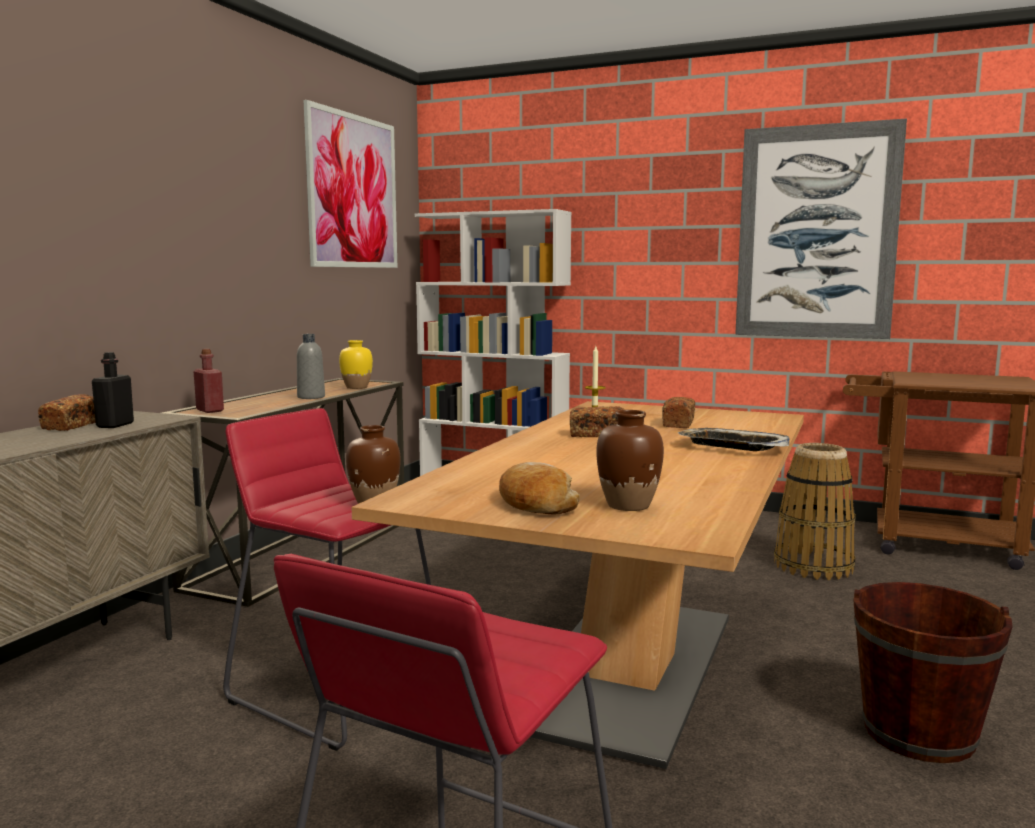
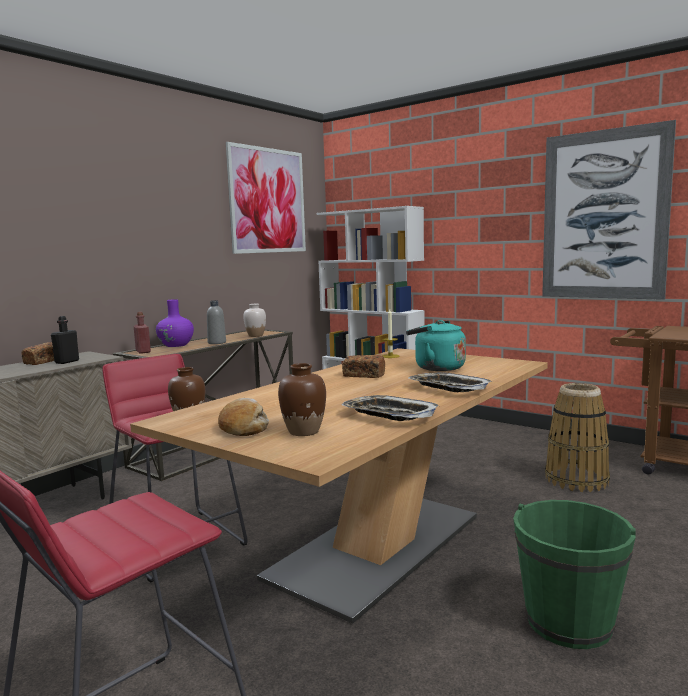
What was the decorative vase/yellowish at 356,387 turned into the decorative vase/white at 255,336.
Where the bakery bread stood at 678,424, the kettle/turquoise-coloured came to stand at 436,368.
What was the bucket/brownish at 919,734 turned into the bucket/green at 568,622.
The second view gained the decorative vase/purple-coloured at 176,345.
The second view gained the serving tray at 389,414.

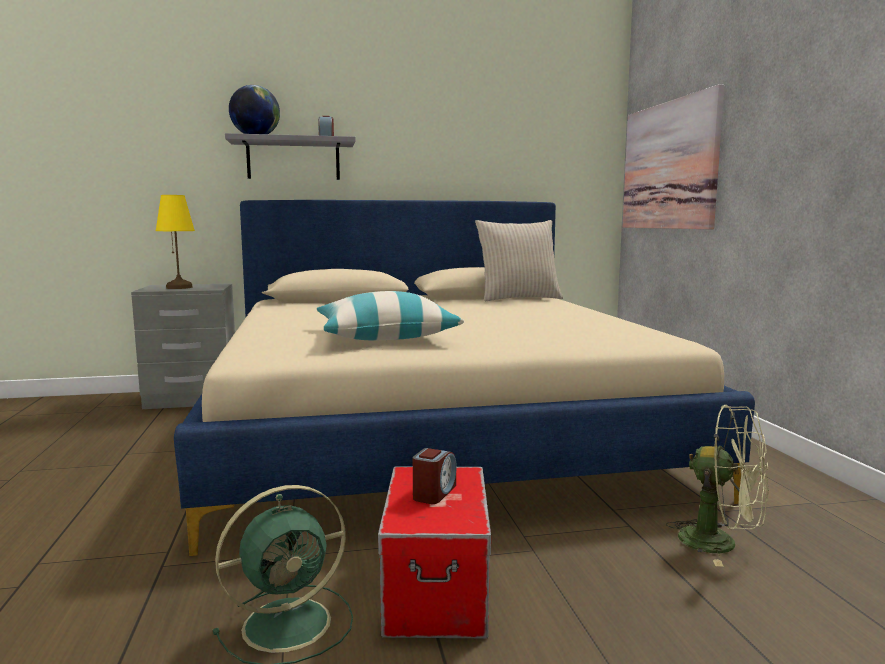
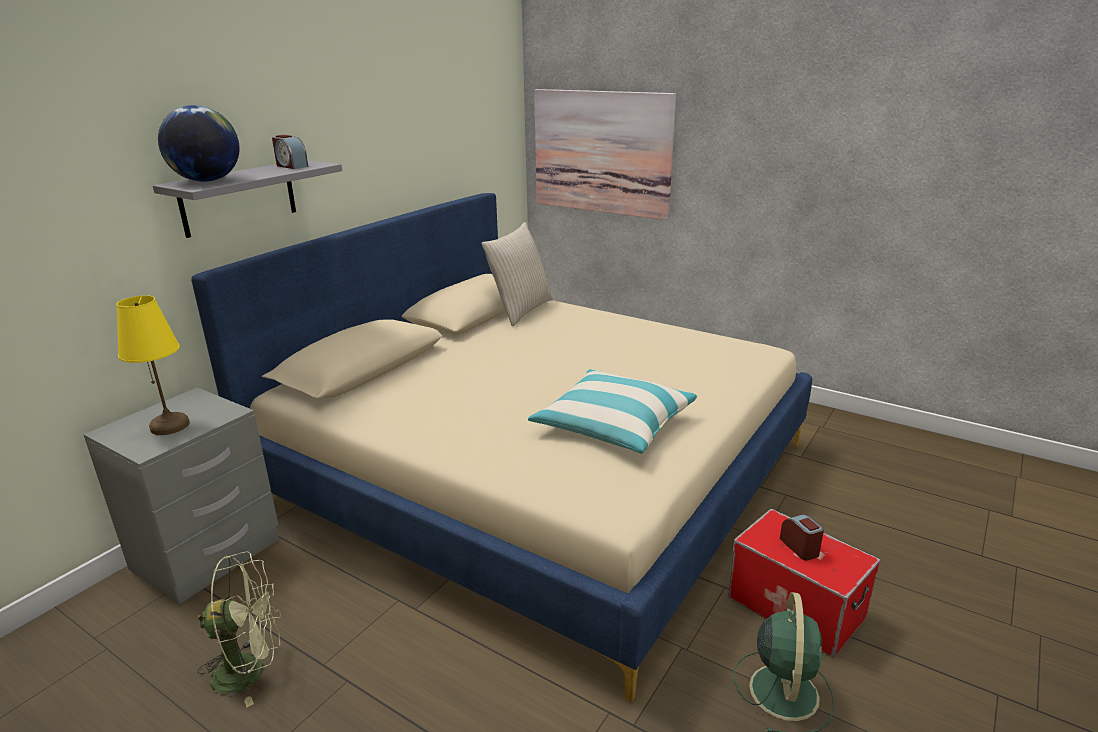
The fan/green ended up elsewhere, having gone from 720,543 to 250,670.

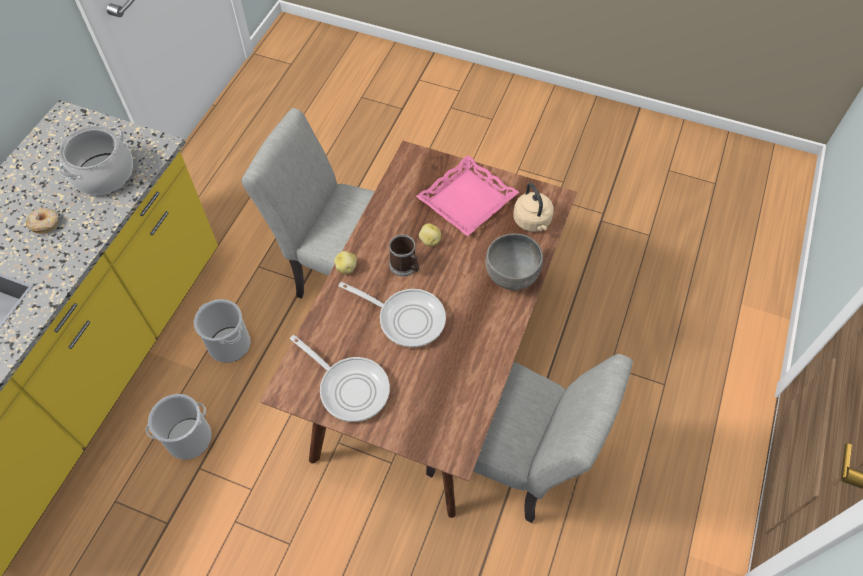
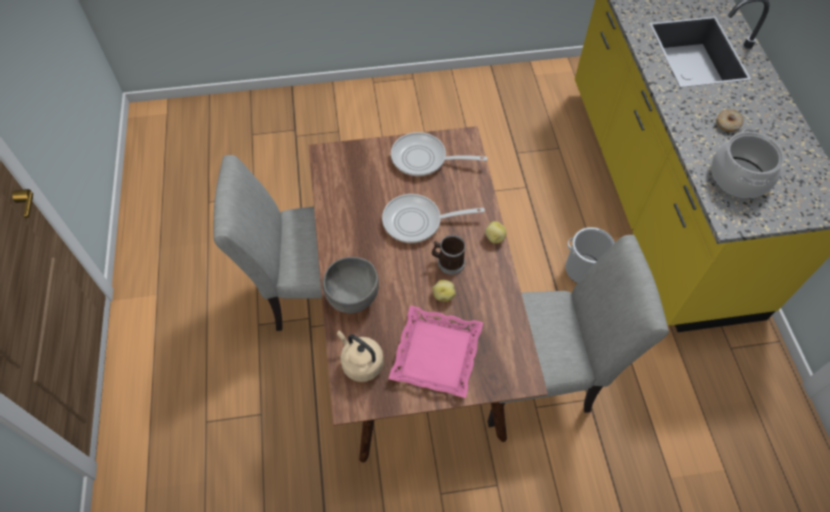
The second view lost the bucket at 189,438.

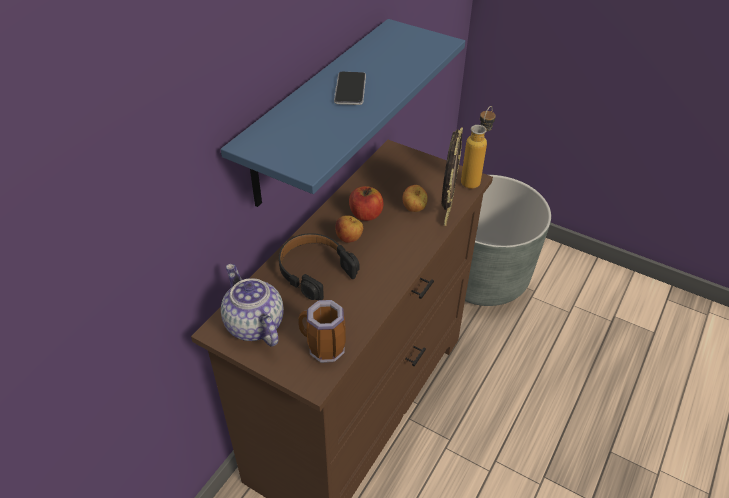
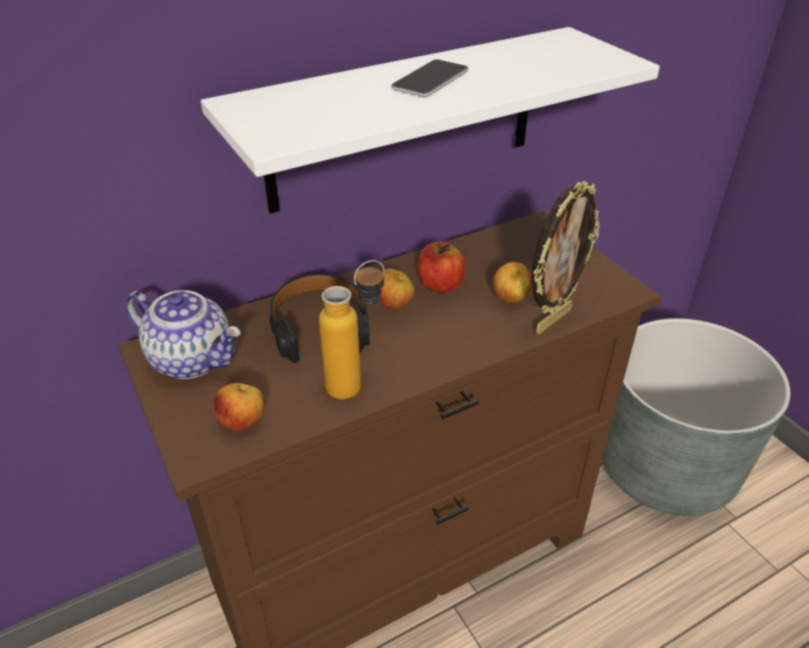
What was the shelf/bluish at 316,113 turned into the shelf/white at 404,120.
The bottle ended up elsewhere, having gone from 474,179 to 357,383.
The tea pot at 253,325 ended up facing another way, 120 degrees clockwise from before.
Where the coffee mug stood at 322,349, the apple fruit came to stand at 243,422.

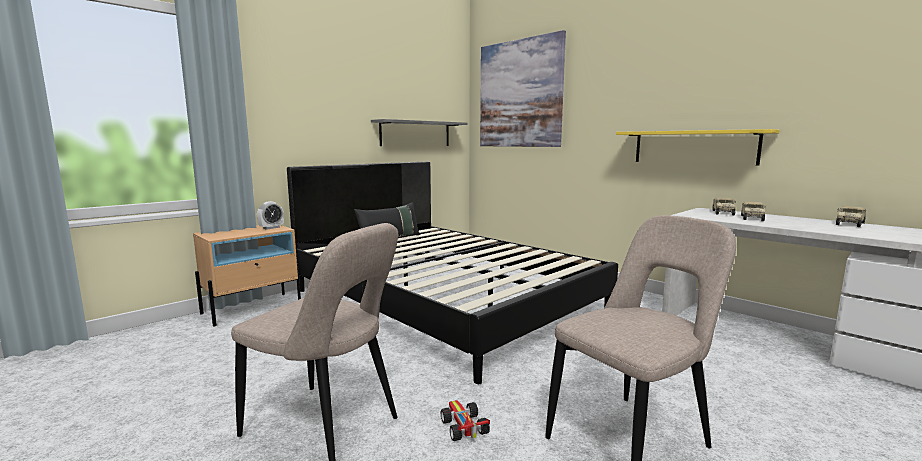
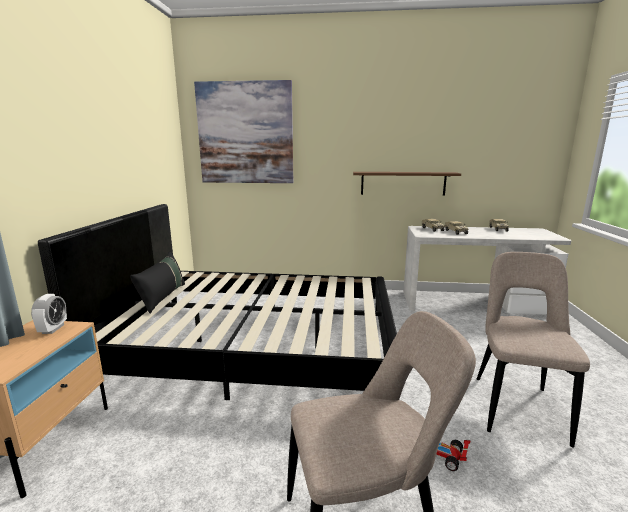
The second view lost the shelf/gray at 415,133.
What was the shelf/yellowish at 693,147 turned into the shelf/brownish at 403,183.

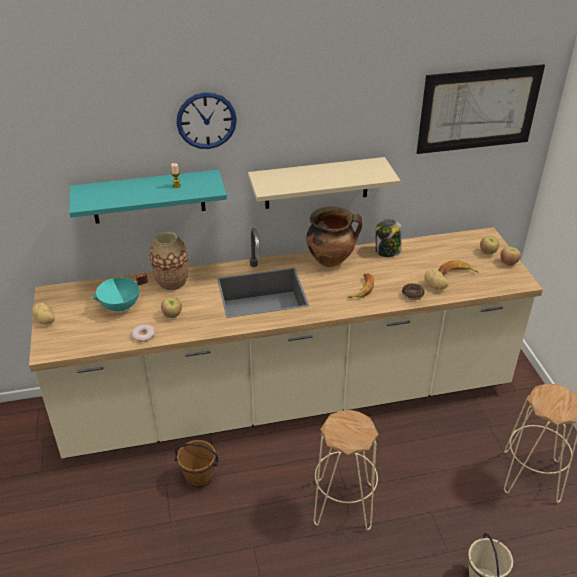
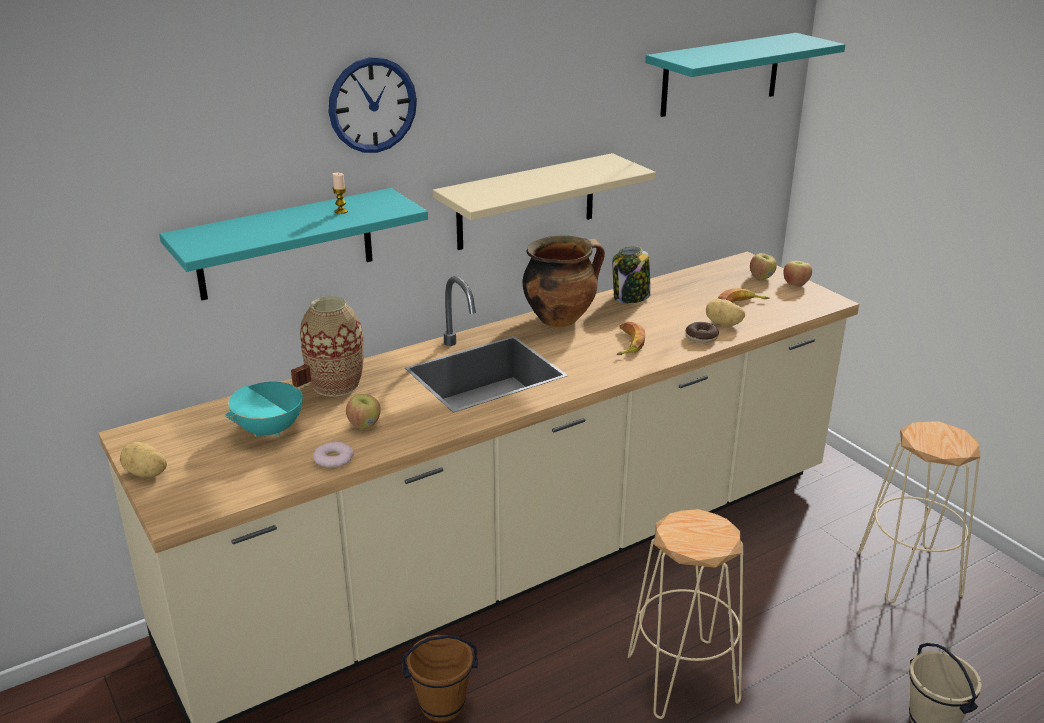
Where the wall art hung at 478,109, the shelf/turquoise-coloured came to hang at 721,74.

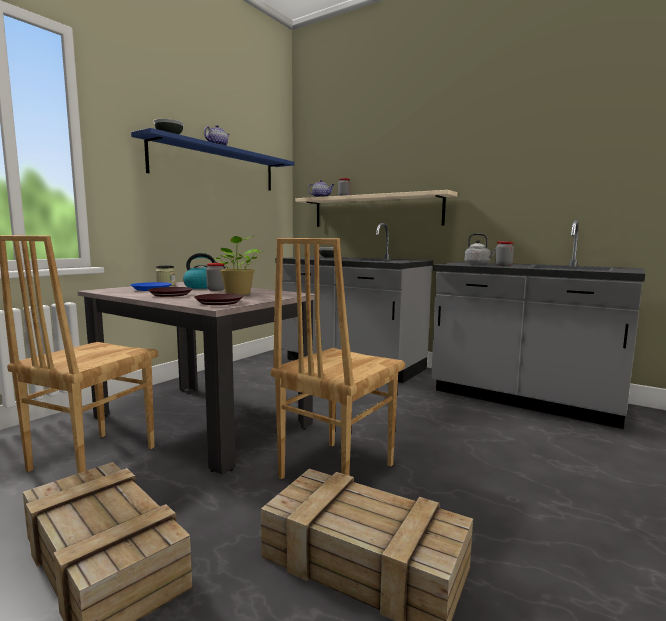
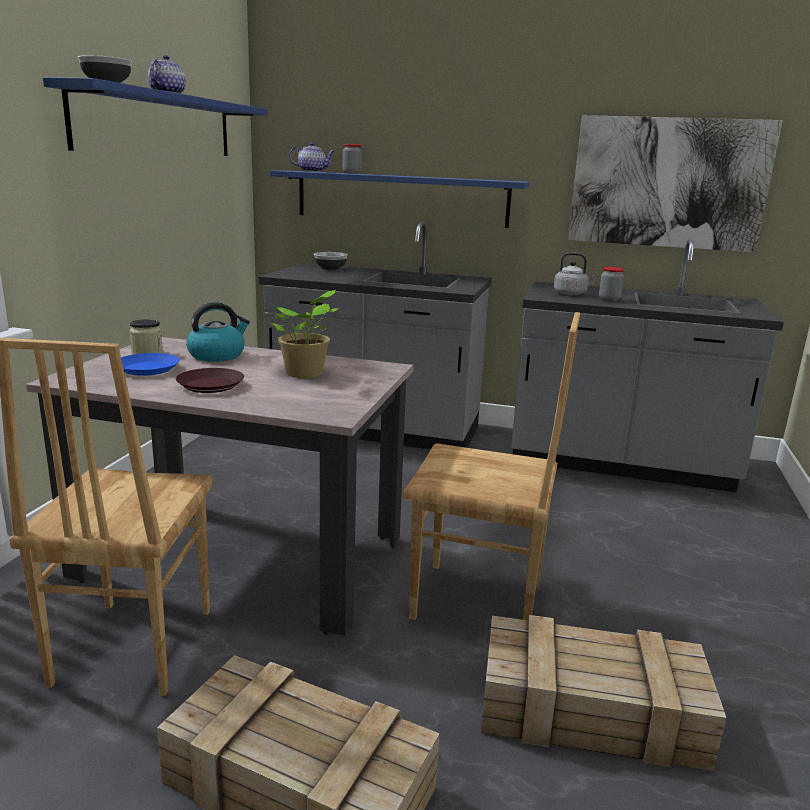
What was the shelf/beige-coloured at 375,211 turned into the shelf/bluish at 401,198.
The chair/brownish at 335,471 ended up facing another way, 90 degrees counterclockwise from before.
The second view lost the preserve jar at 216,290.
The second view lost the flat dish/brownish at 219,302.
The second view gained the wall art at 668,183.

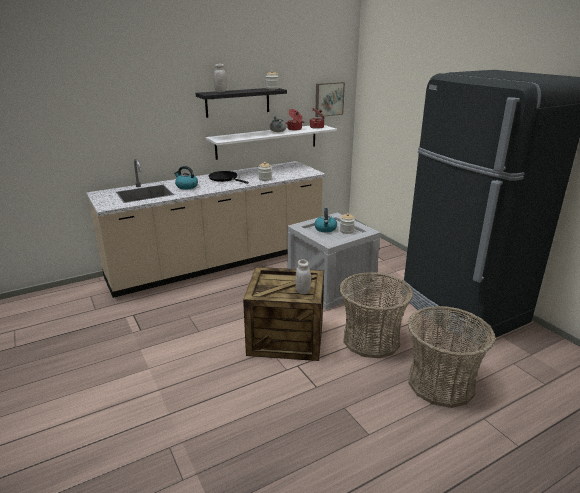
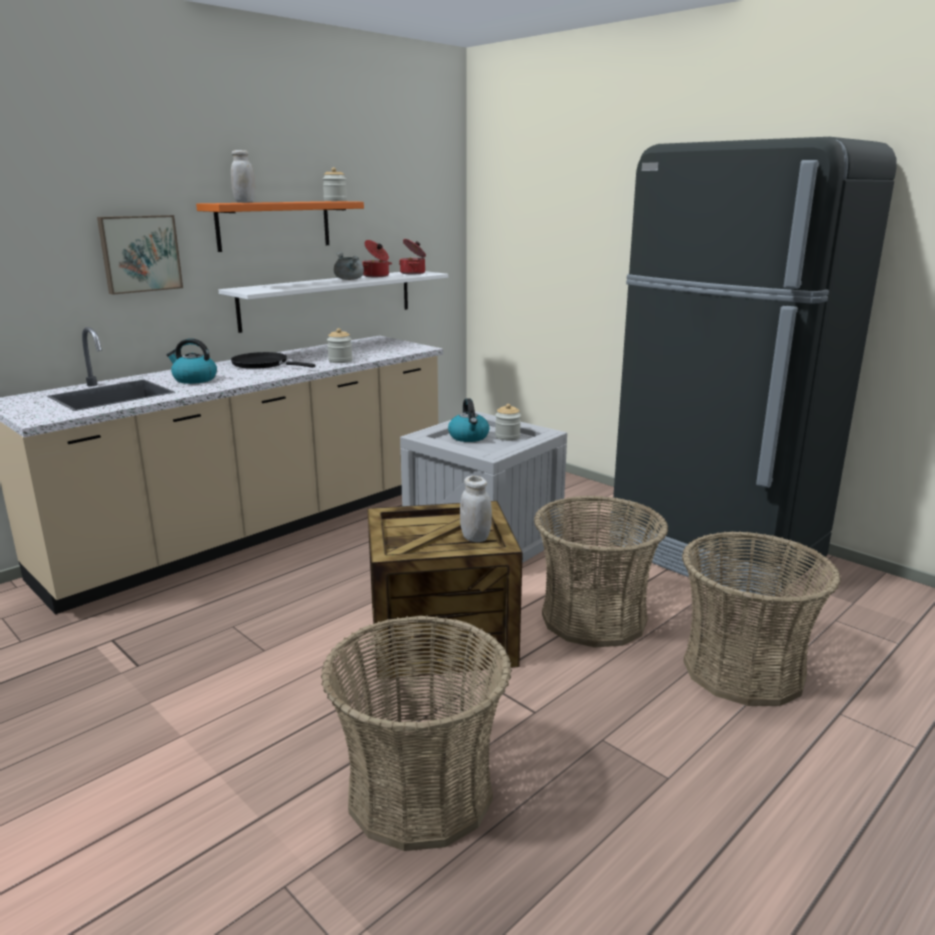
The wall art ended up elsewhere, having gone from 328,99 to 140,253.
What was the shelf/black at 237,102 turned into the shelf/orangey at 274,225.
The second view gained the household basket at 419,792.

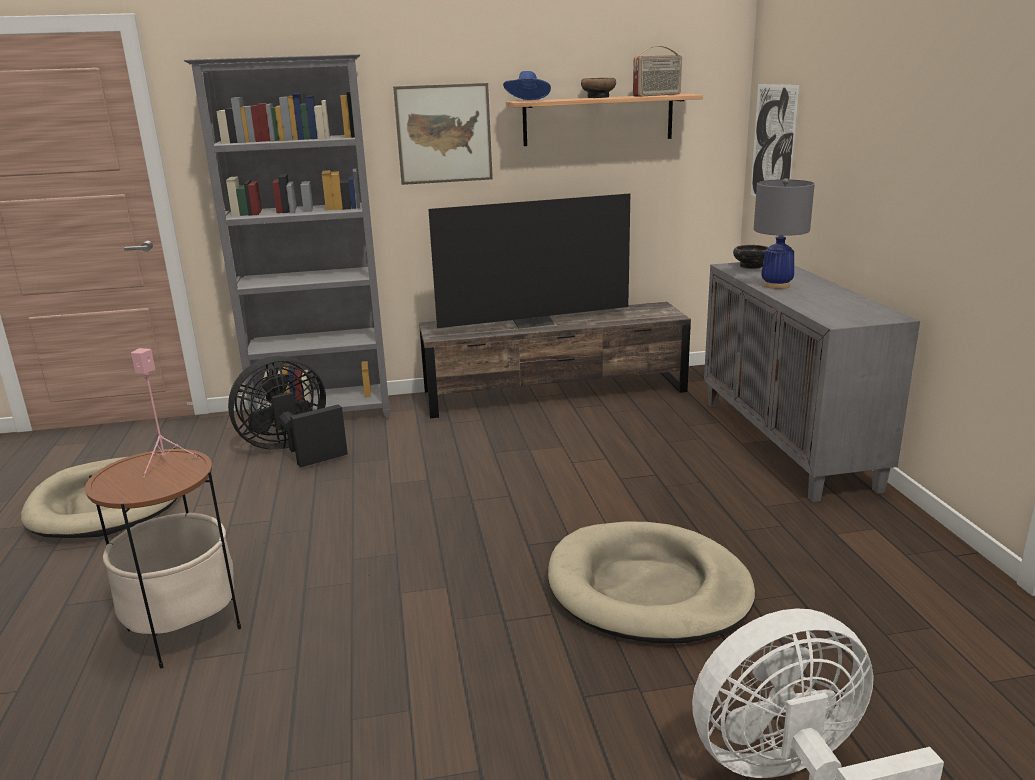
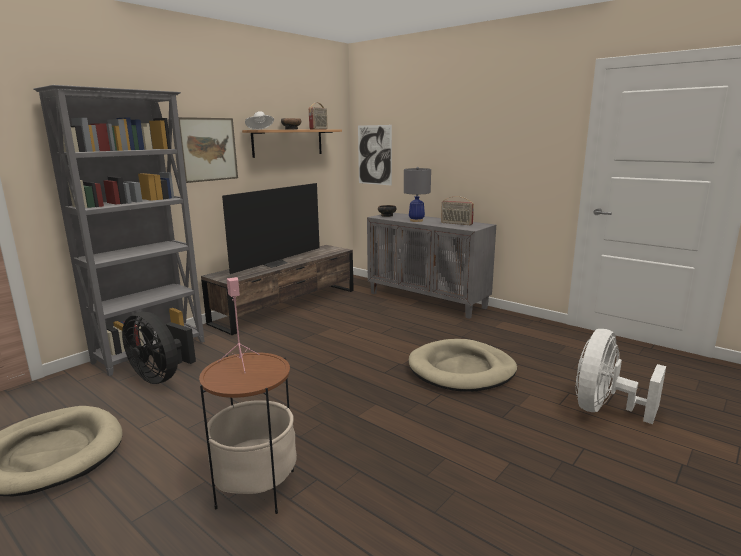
What was the wearable hat/bluish at 527,101 turned into the wearable hat/white at 260,129.
The fan/black at 292,450 ended up facing another way, 75 degrees counterclockwise from before.
The second view gained the radio receiver at 456,223.

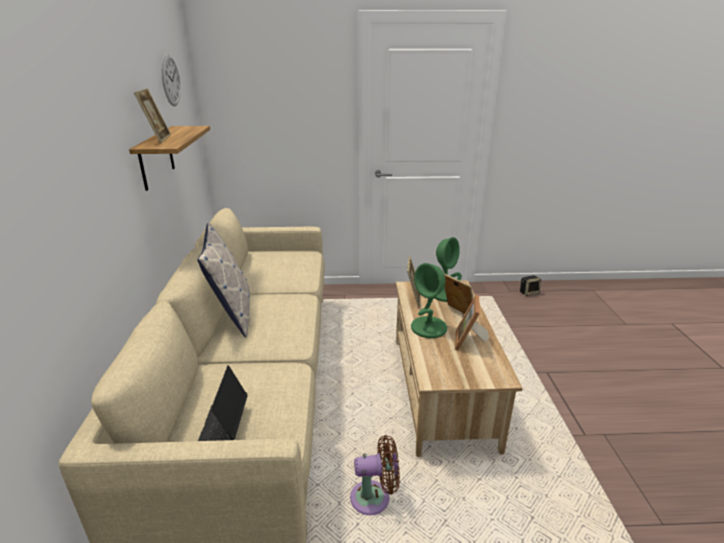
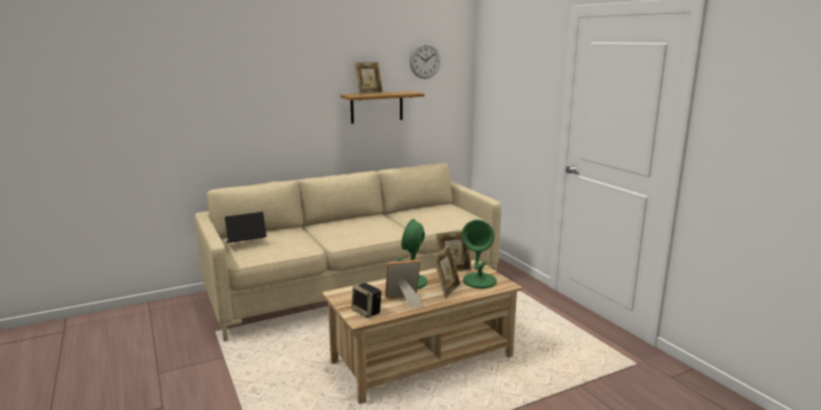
The second view lost the pillow at 232,314.
The loudspeaker ended up elsewhere, having gone from 529,292 to 367,312.
The second view lost the fan/brownish at 374,498.

